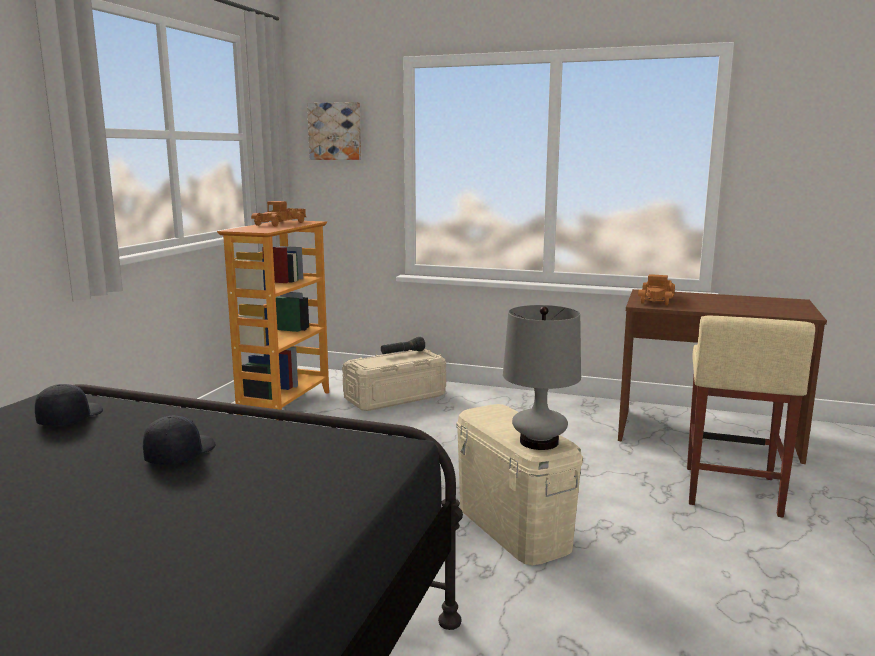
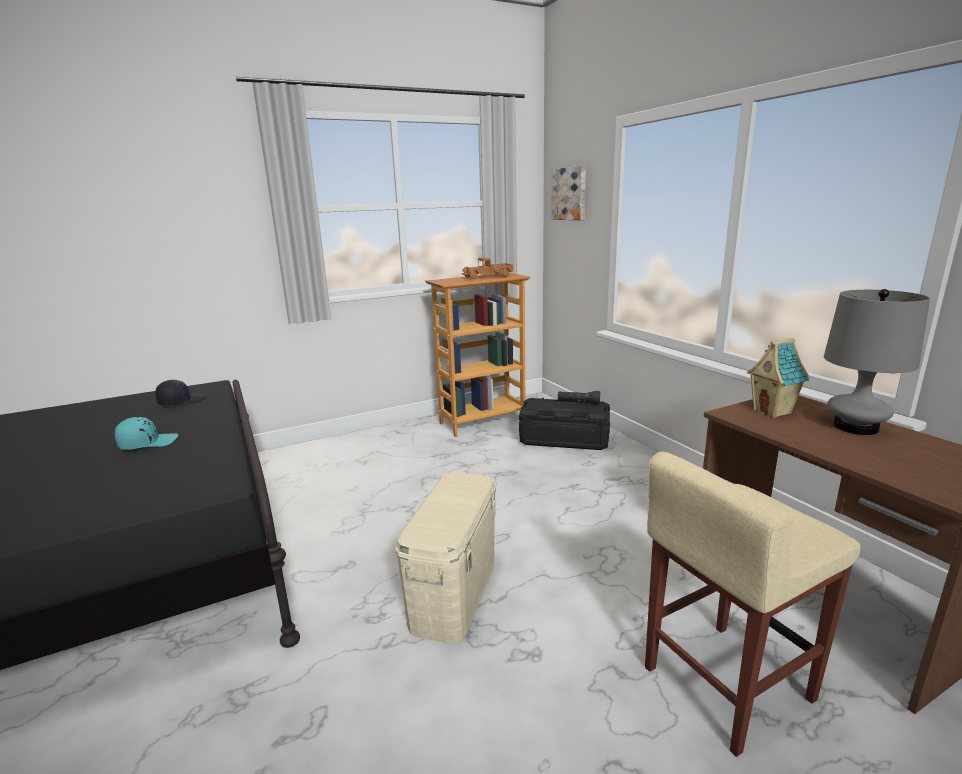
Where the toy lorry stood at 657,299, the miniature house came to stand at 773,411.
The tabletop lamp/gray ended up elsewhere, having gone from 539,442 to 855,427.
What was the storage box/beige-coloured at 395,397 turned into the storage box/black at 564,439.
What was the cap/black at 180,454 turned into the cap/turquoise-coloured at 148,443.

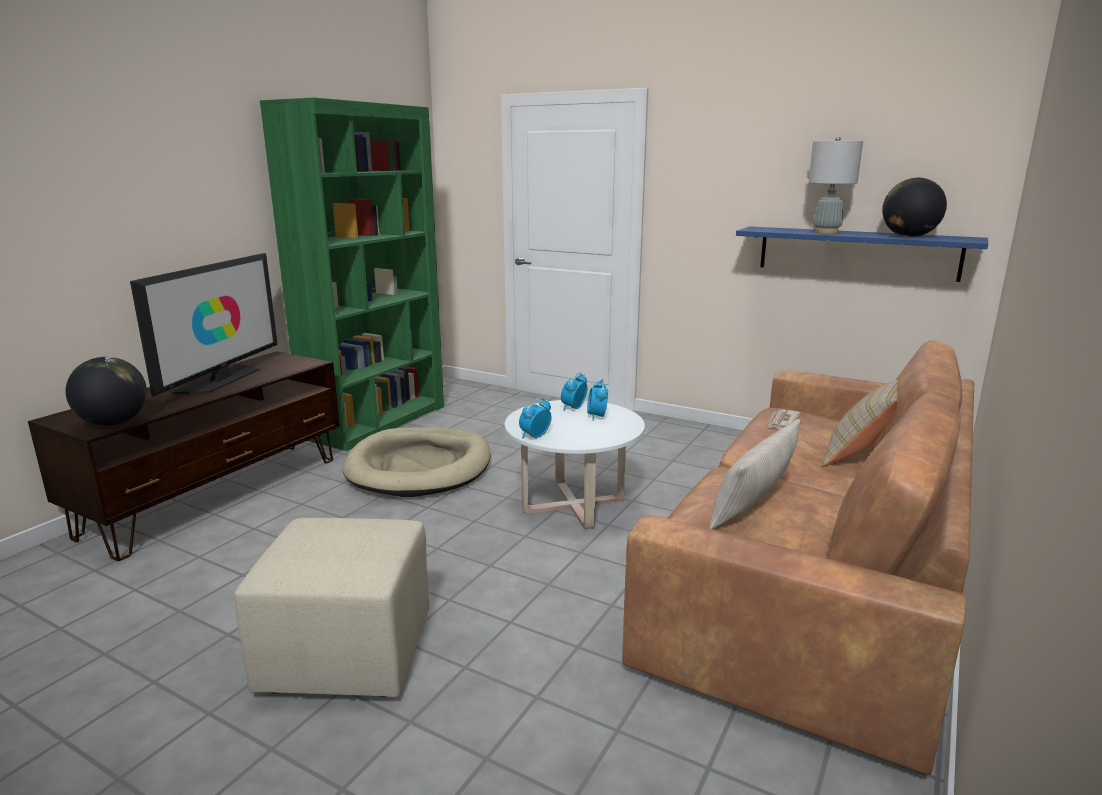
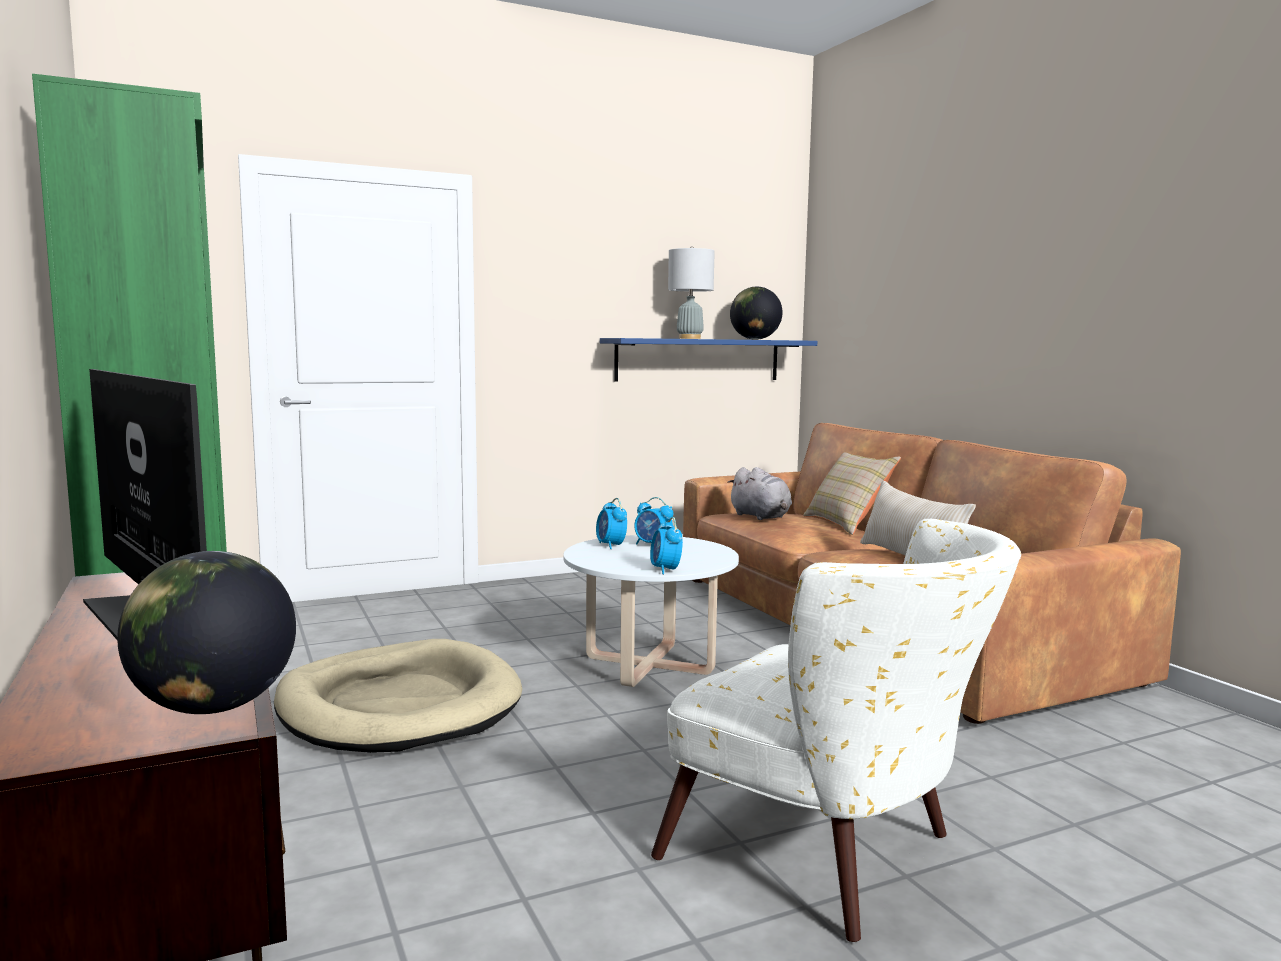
Where the newspaper stood at 782,422, the soft toy/gray came to stand at 761,517.
Where the ottoman/beige-coloured stood at 345,655, the easy chair/white came to stand at 833,859.

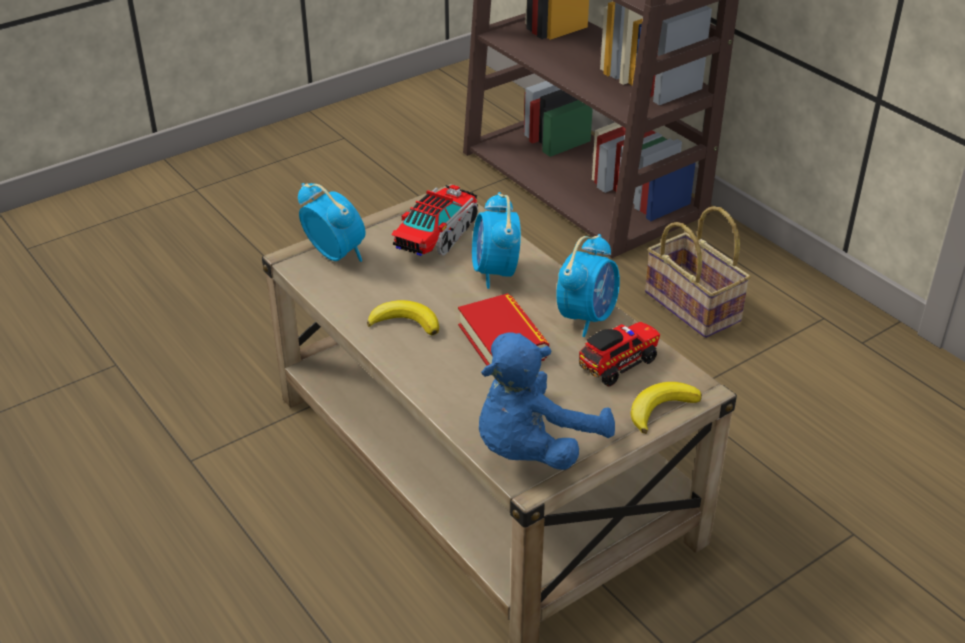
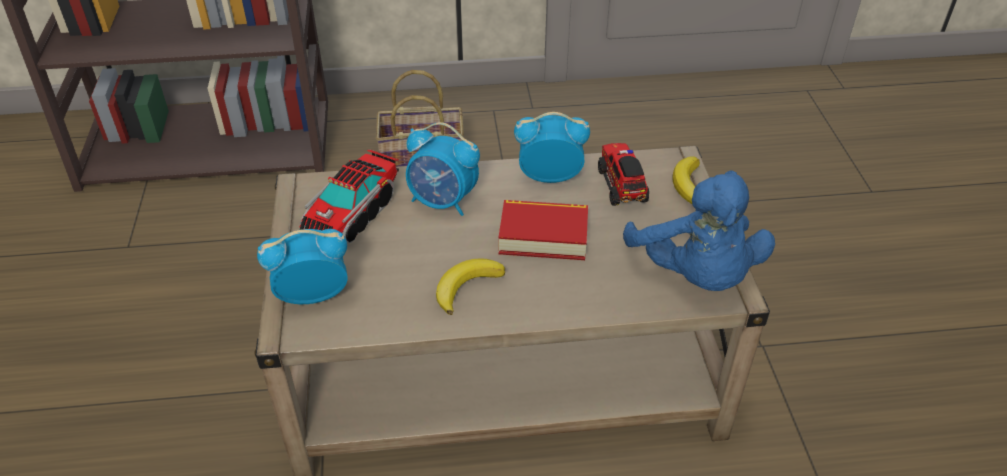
The toy lorry at 437,235 ended up facing another way, 120 degrees counterclockwise from before.
The bedside clock at 587,317 ended up facing another way, 60 degrees counterclockwise from before.

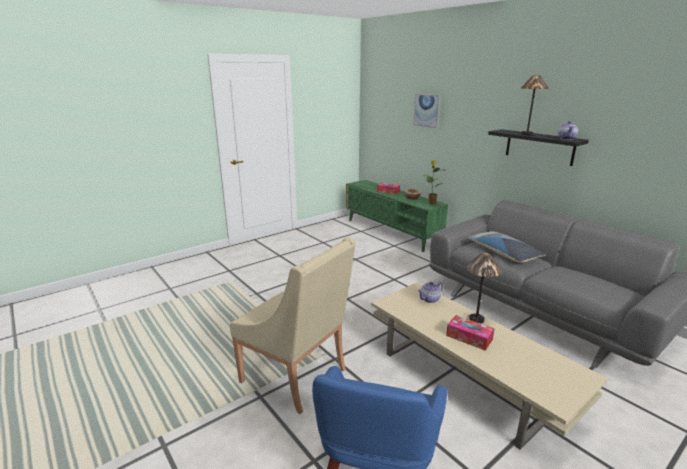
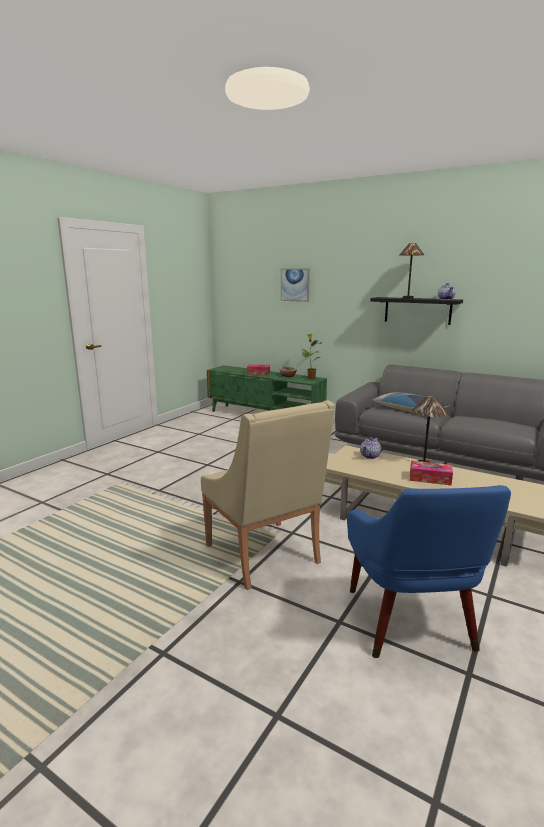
The easy chair/beige-coloured at 297,376 ended up facing another way, 45 degrees clockwise from before.

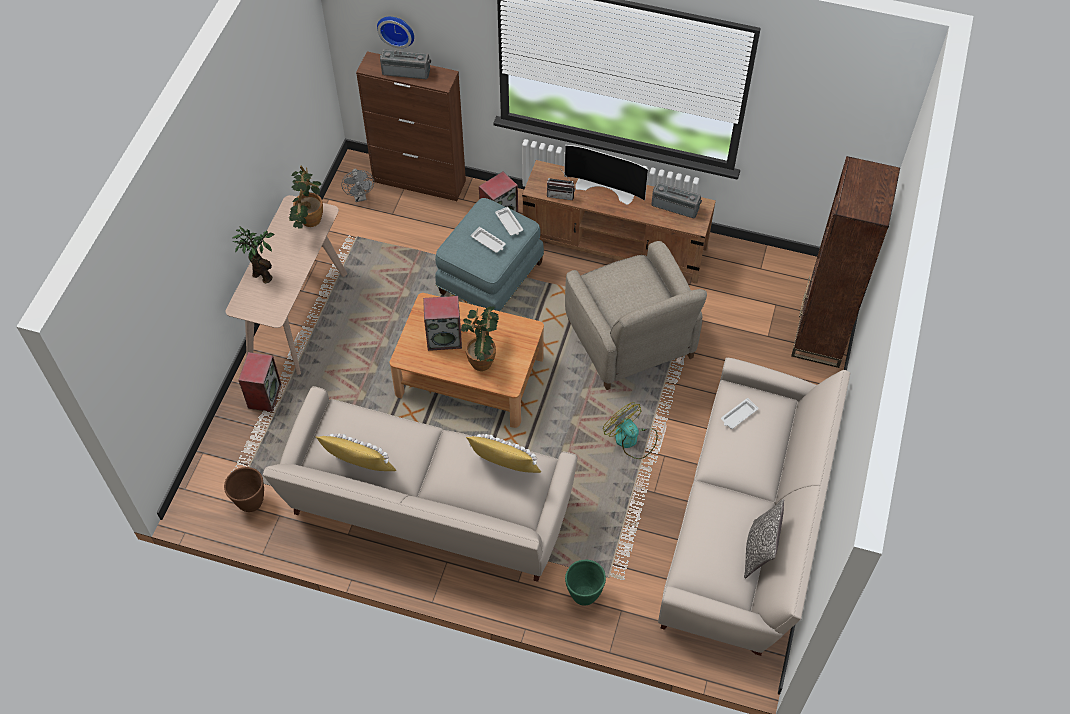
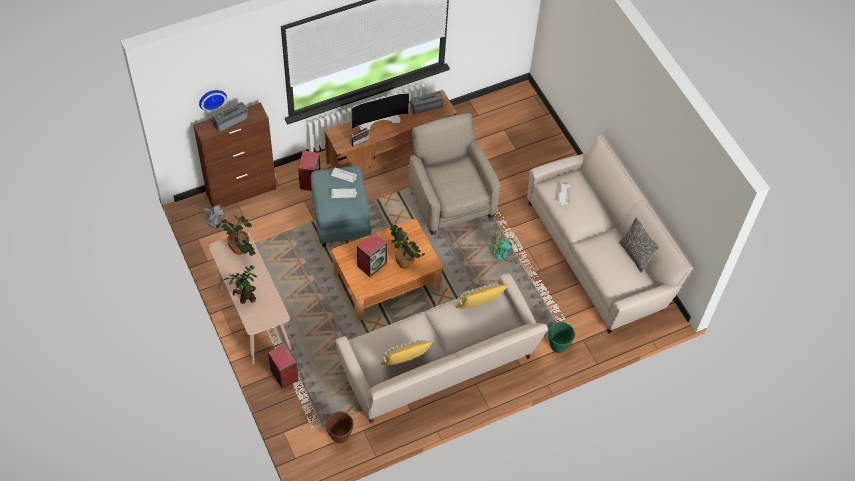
The second view lost the shelving unit/brownish at 820,334.
The easy chair/beige-coloured at 630,340 ended up facing another way, 135 degrees counterclockwise from before.

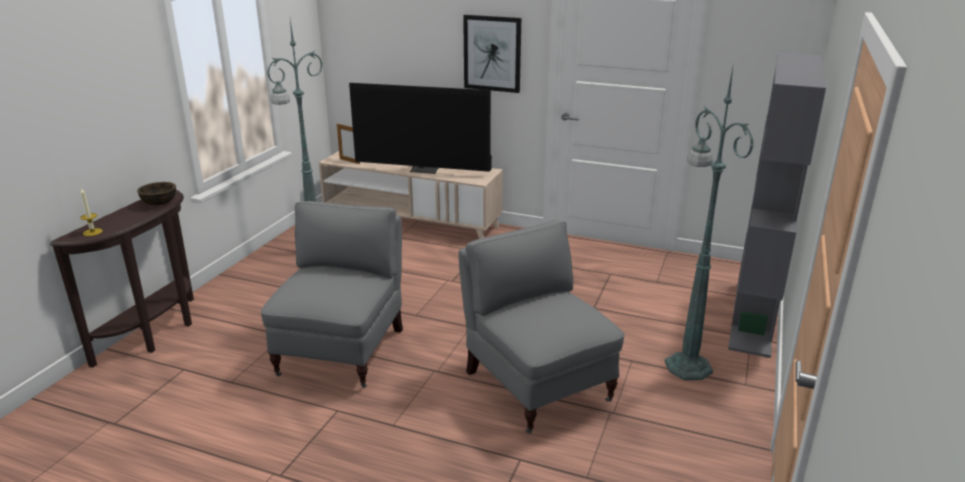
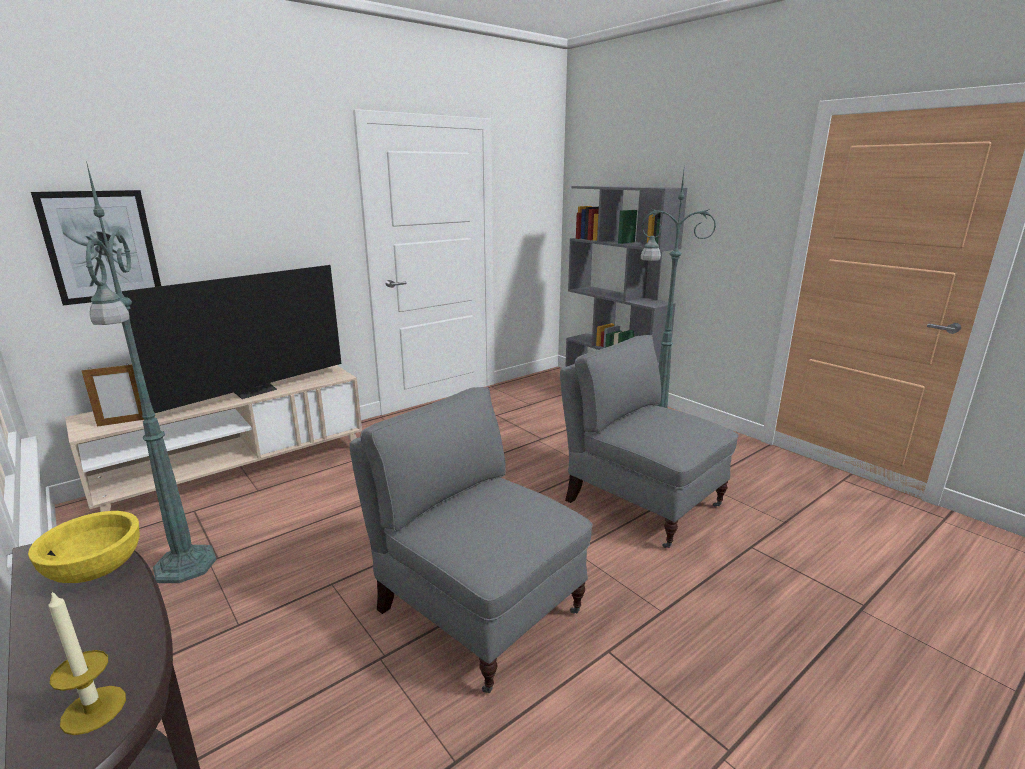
The wall art ended up elsewhere, having gone from 492,53 to 101,246.
What was the bowl/brownish at 160,203 turned into the bowl/yellowish at 96,569.
The easy chair/gray at 536,384 ended up facing another way, 45 degrees clockwise from before.

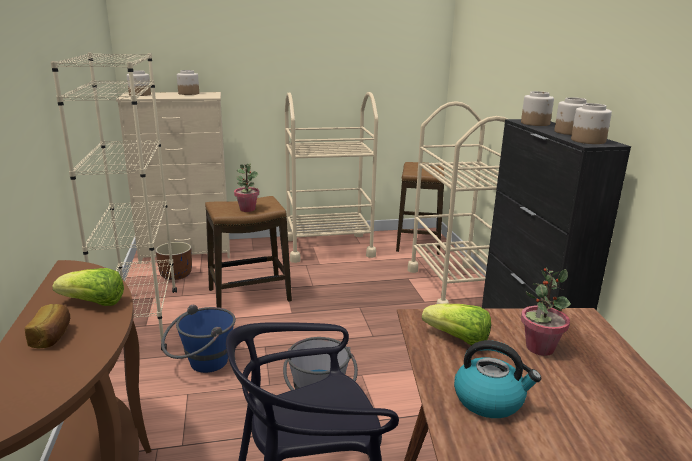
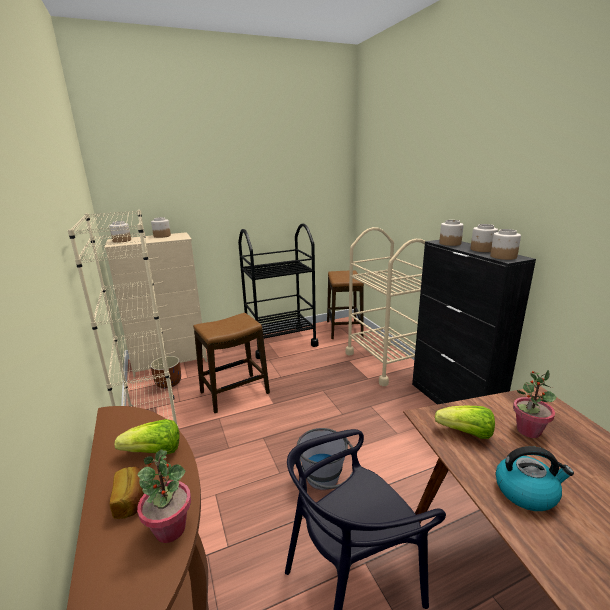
What was the wheeled cart/beige-coloured at 328,247 turned into the wheeled cart/black at 280,342.
The plant in a pot ended up elsewhere, having gone from 247,209 to 170,529.
The second view lost the bucket/bluish at 201,365.

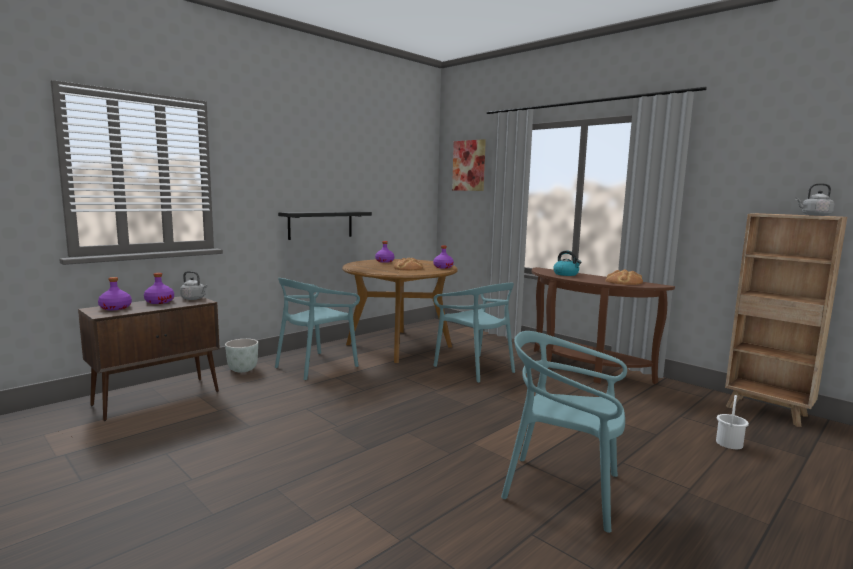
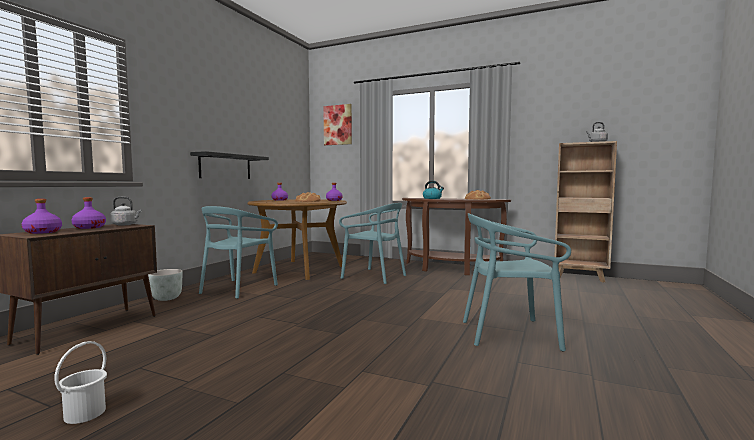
The bucket/white ended up elsewhere, having gone from 728,443 to 84,413.

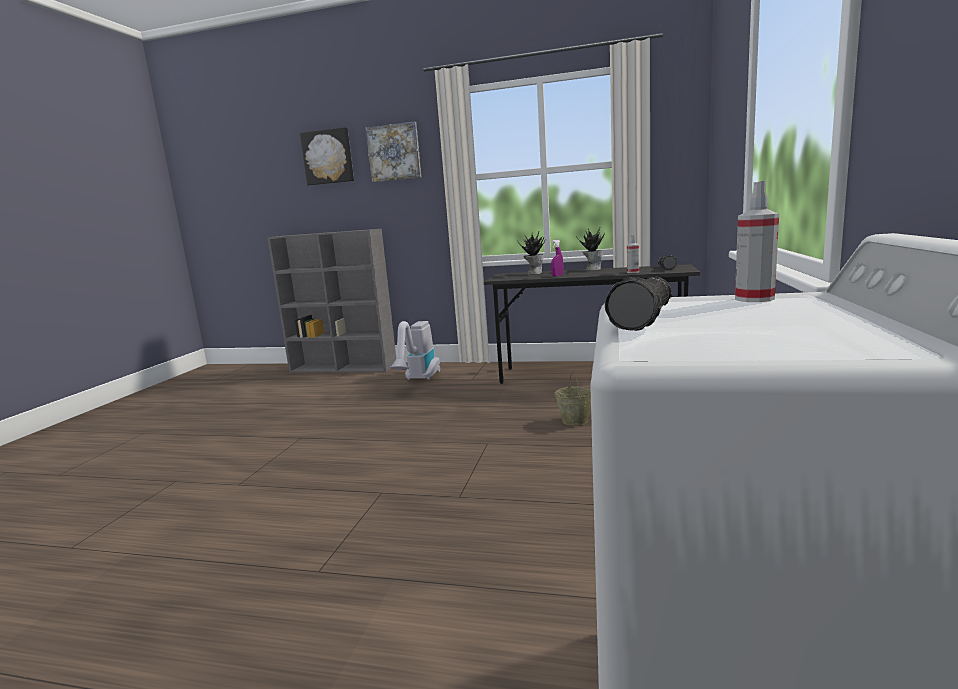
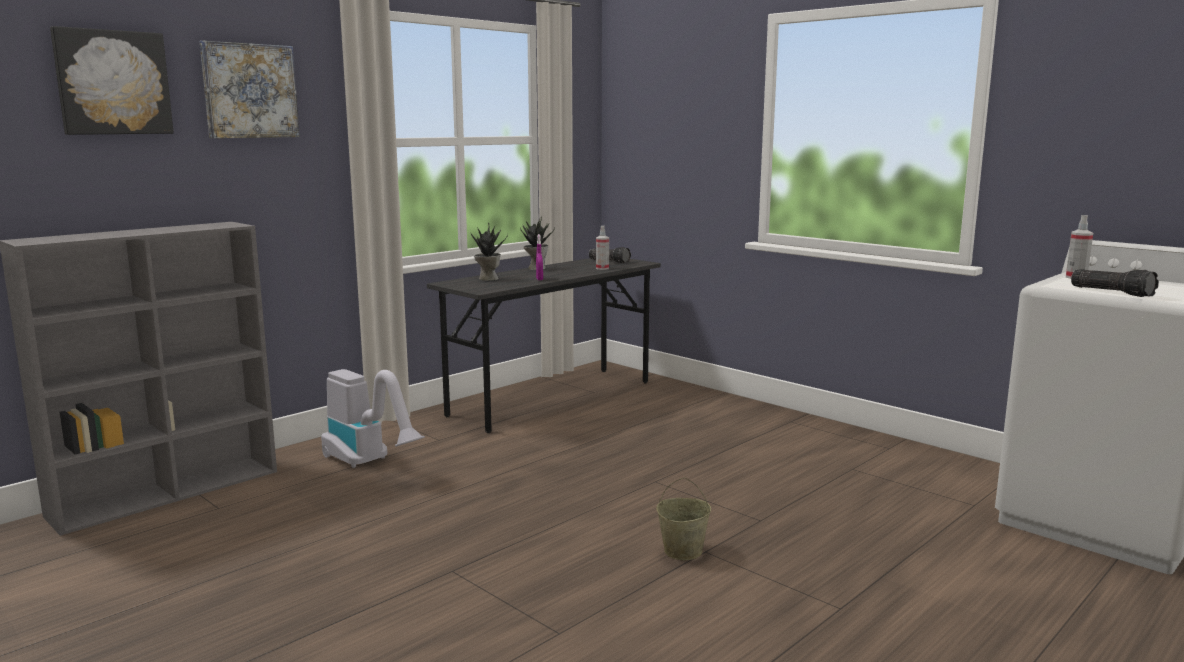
The bucket/beige-coloured ended up elsewhere, having gone from 575,421 to 683,551.

